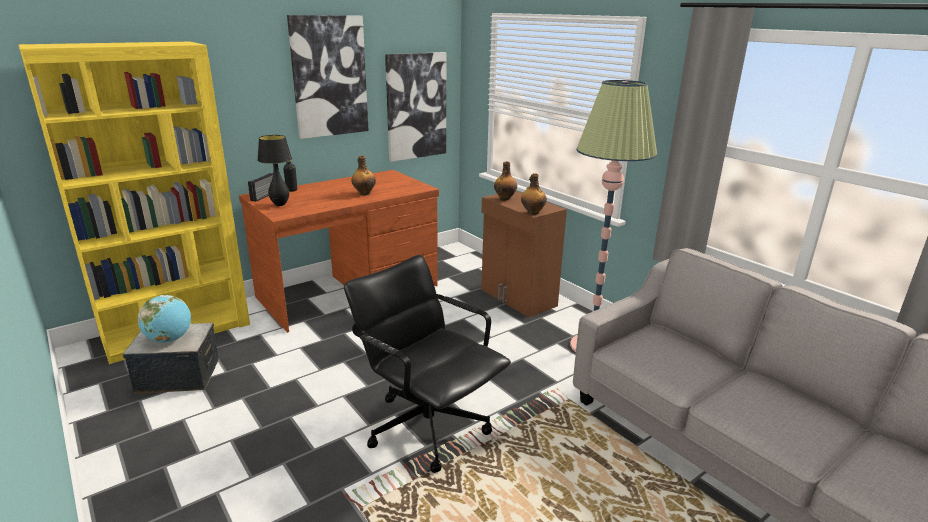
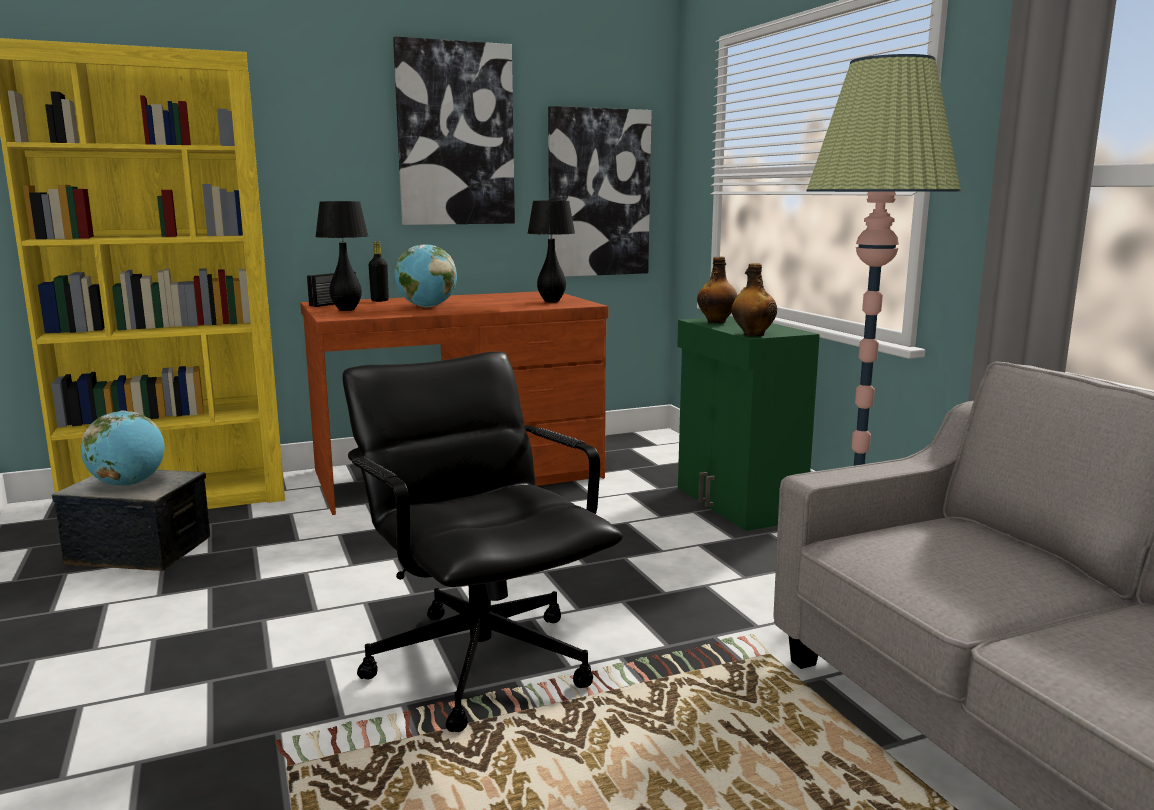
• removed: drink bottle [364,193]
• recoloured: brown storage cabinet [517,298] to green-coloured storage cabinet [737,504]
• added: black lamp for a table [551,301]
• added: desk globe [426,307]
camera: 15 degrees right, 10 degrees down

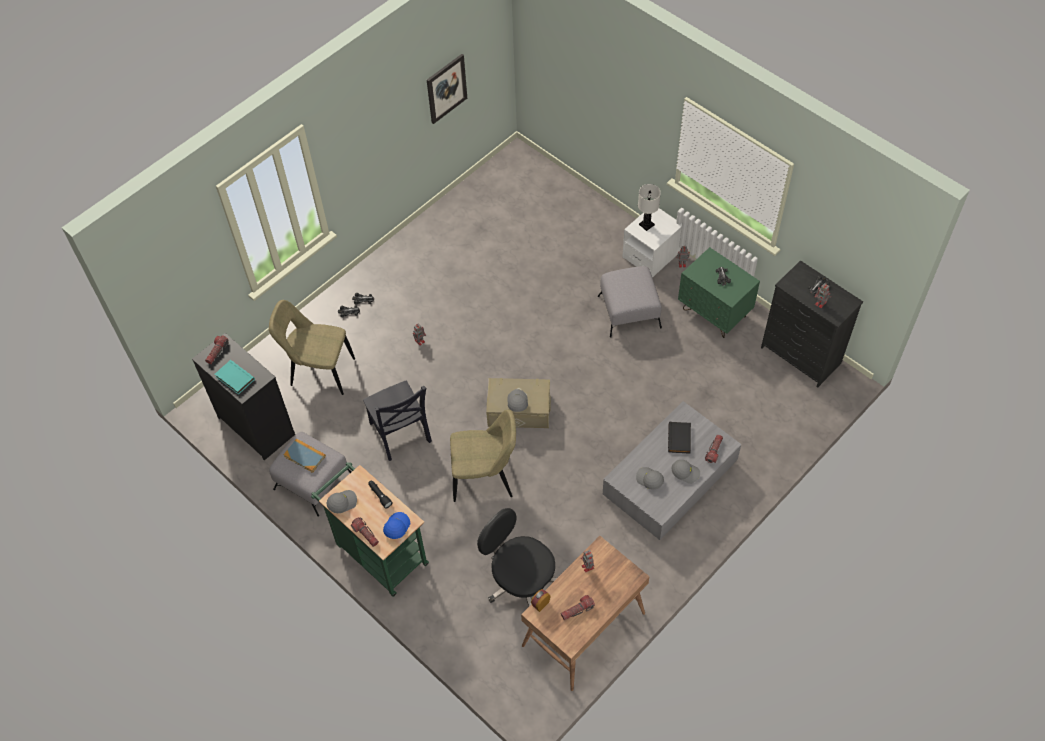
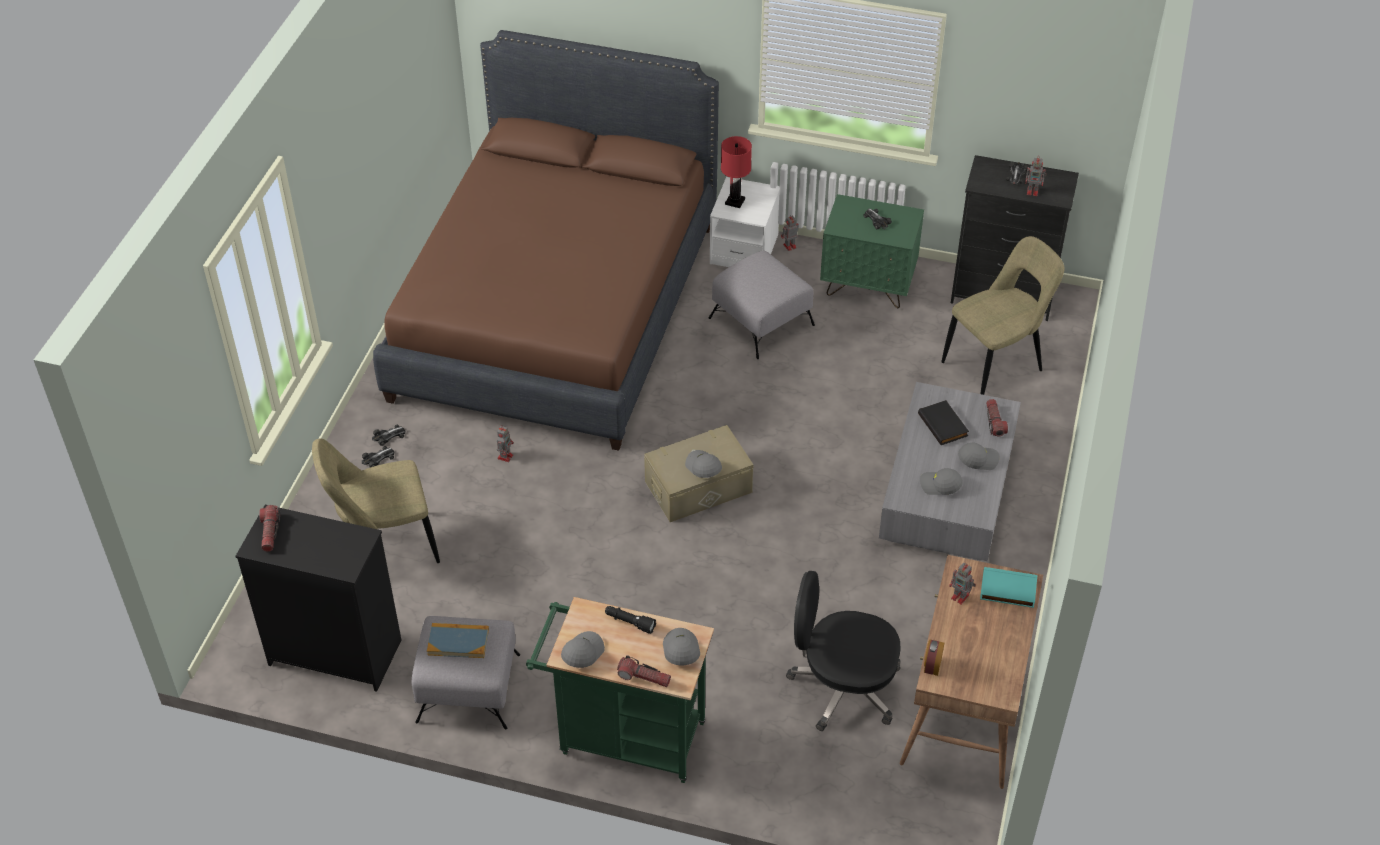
• removed: picture [446,88]
• recoloured: white lamp for a table [646,225] to red-coloured lamp for a table [735,202]
• moved: blue-green volume [234,378] to [1007,590]
• removed: black upright chair [401,434]
• moved: beige upright chair [485,479] to [996,365]
• recoloured: blue cap [396,527] to grey cap [680,650]
• removed: hand torch [577,610]
• added: brown bed [557,310]
camera: 30 degrees left, 10 degrees down

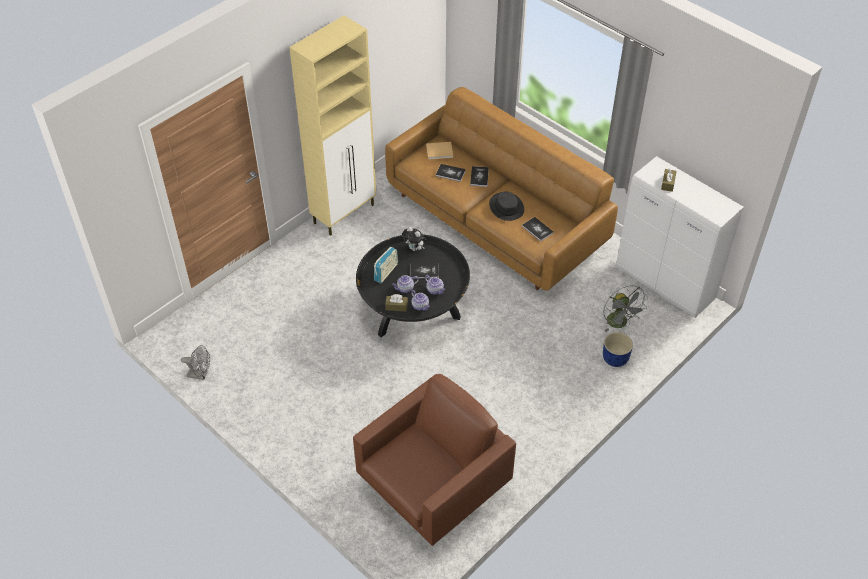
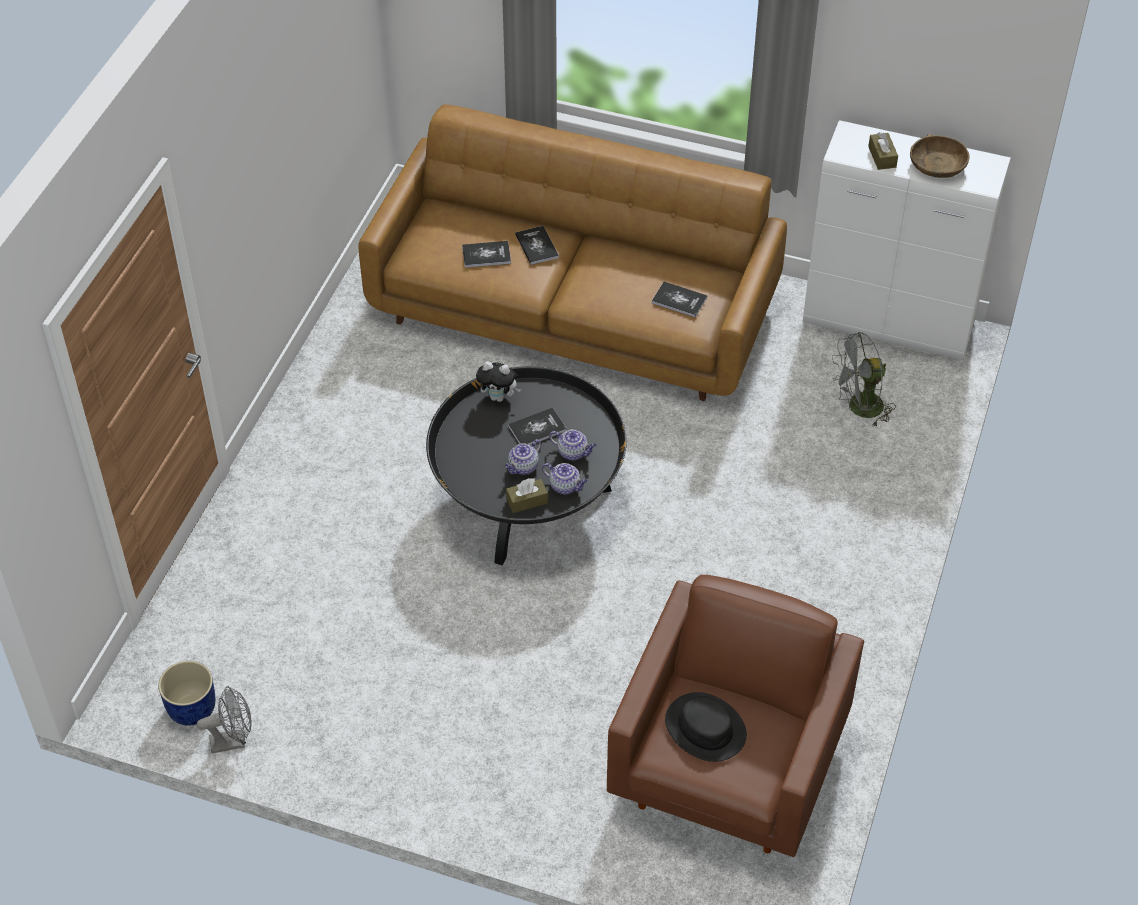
• removed: beige storage cabinet [344,213]
• removed: beige volume [440,151]
• moved: black clothing hat [506,207] to [705,728]
• removed: radio receiver [386,272]
• turned: grey electric fan [620,324] = [859,409] 120 degrees clockwise
• moved: blue flower pot [615,358] to [193,709]
• added: brown bowl [937,164]
camera: 25 degrees left, 0 degrees up

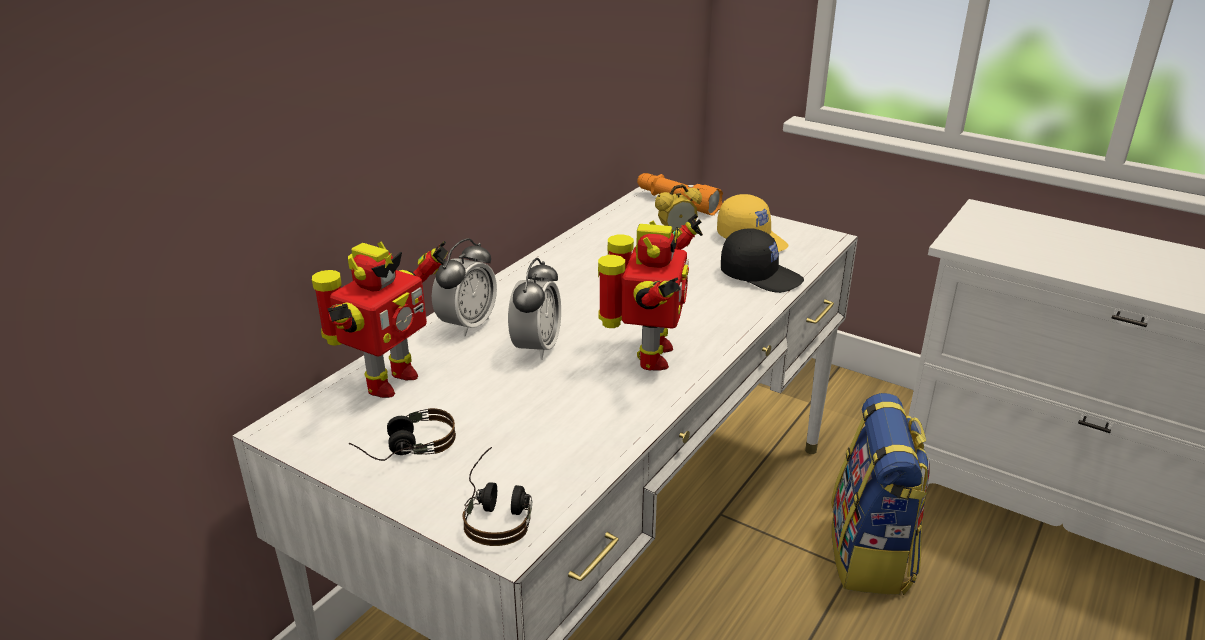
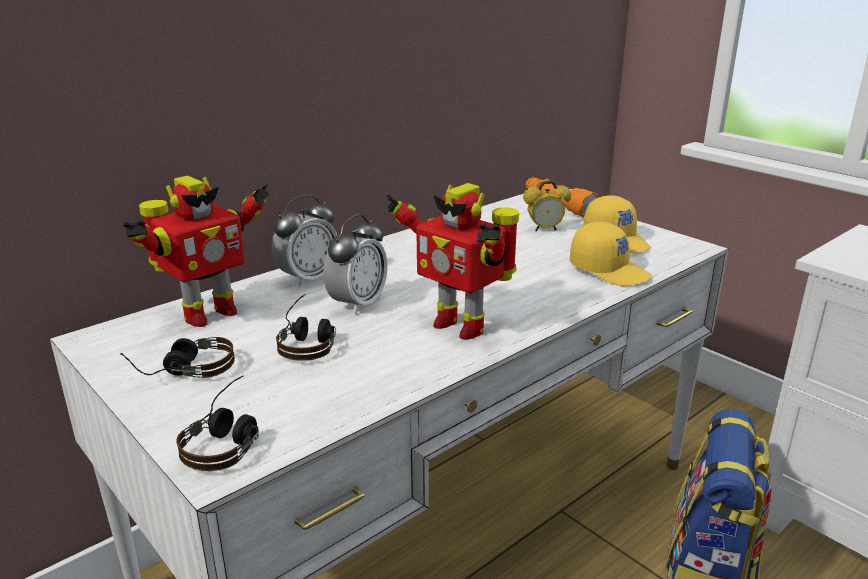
• turned: model robot [649,357] = [460,325] 105 degrees clockwise
• recoloured: black cap [761,276] to yellow cap [610,270]
• added: headphones [308,340]
camera: 15 degrees right, 5 degrees down

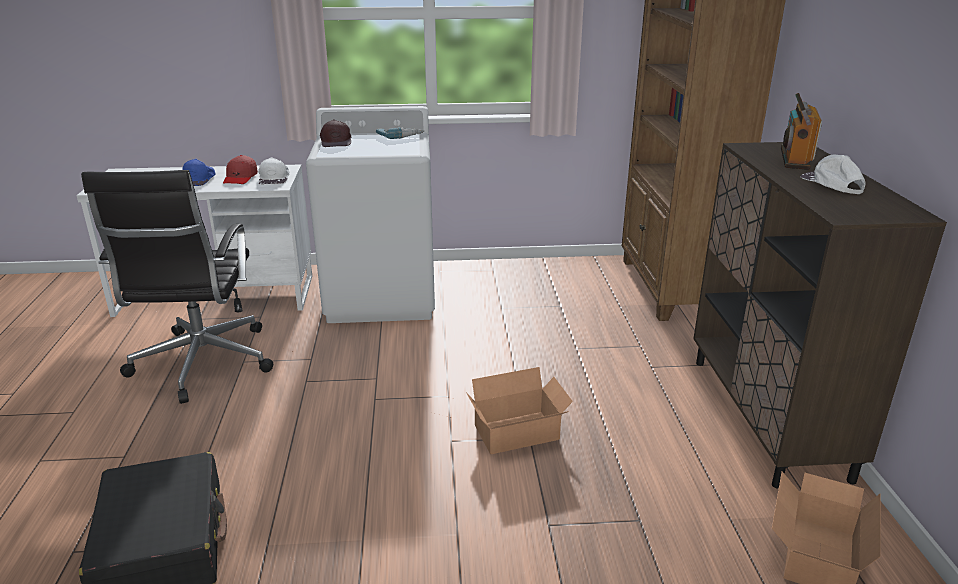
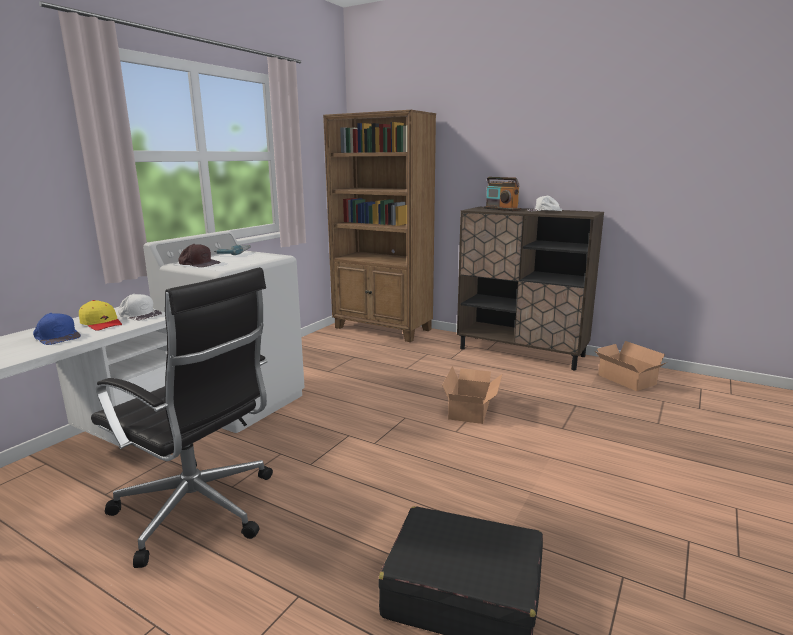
• recoloured: red-coloured cap [240,177] to yellow cap [101,323]
camera: 55 degrees left, 10 degrees down

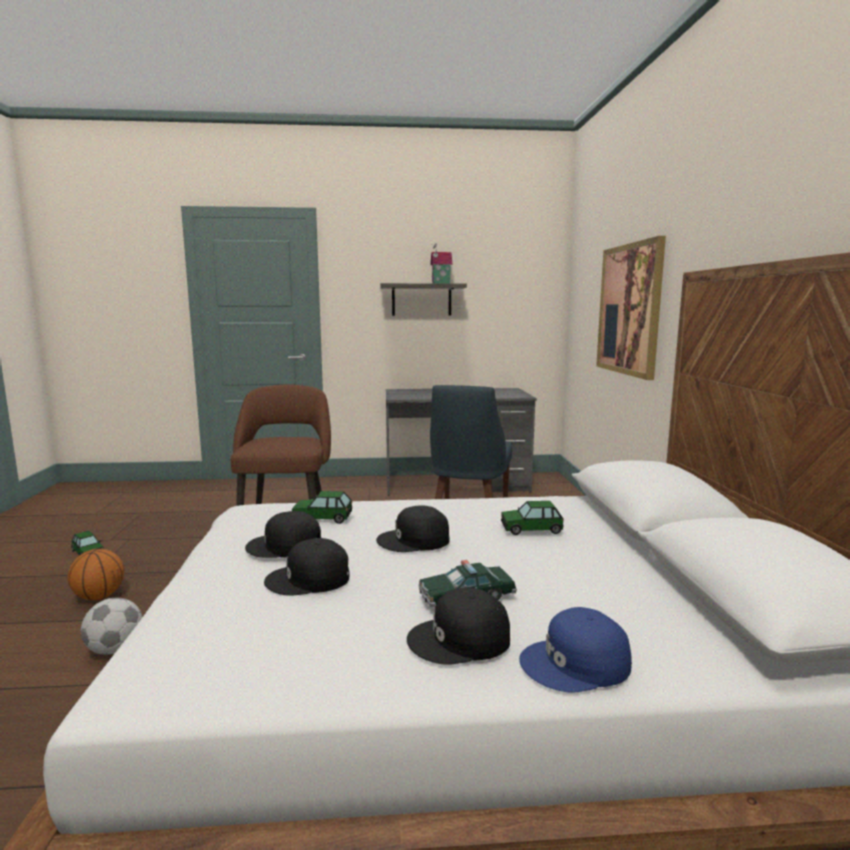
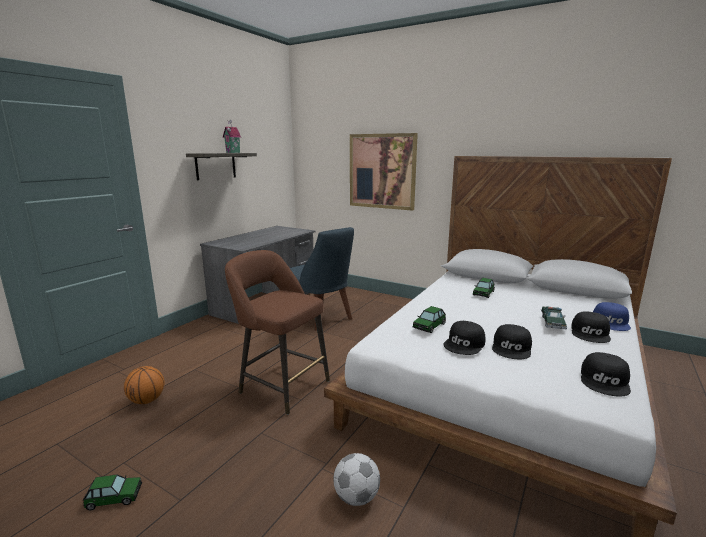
• moved: black cap [414,540] to [605,381]
• moved: basketball ball [99,596] to [147,400]
camera: 55 degrees left, 5 degrees up

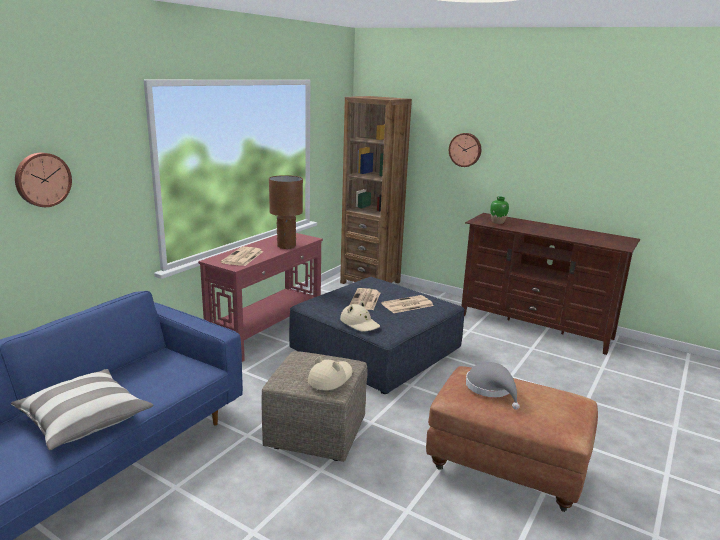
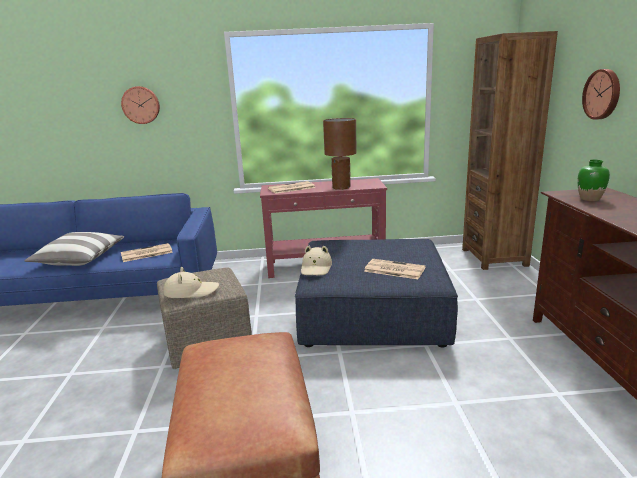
• moved: daily paper [365,300] to [146,253]
• removed: grey clothing hat [491,389]
camera: 55 degrees right, 0 degrees up

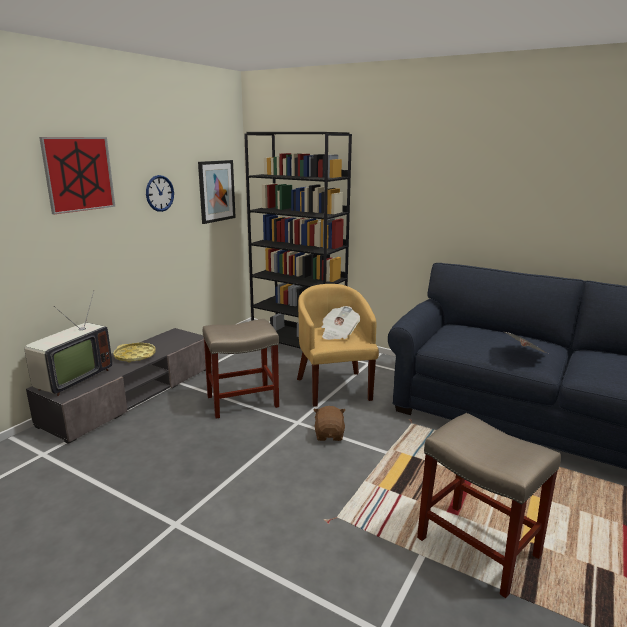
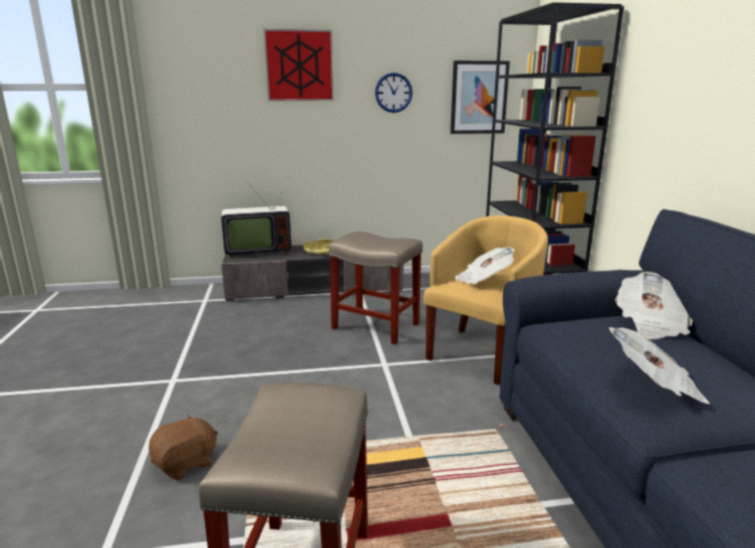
• moved: brown plush toy [329,435] to [186,463]
• added: daily paper [650,324]
camera: 50 degrees right, 0 degrees up

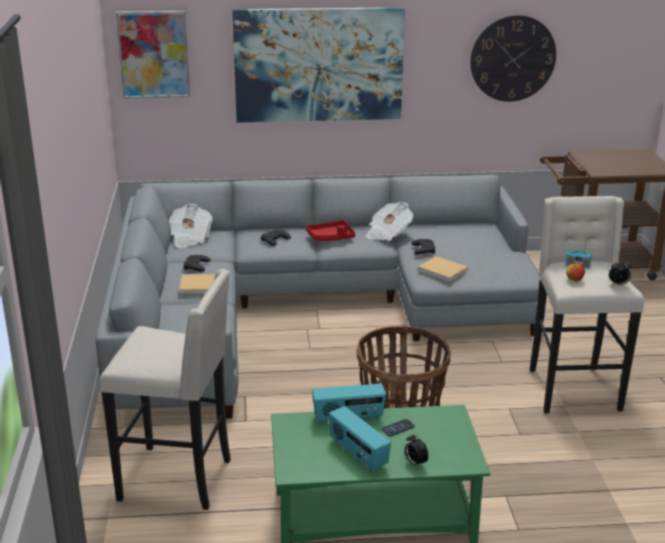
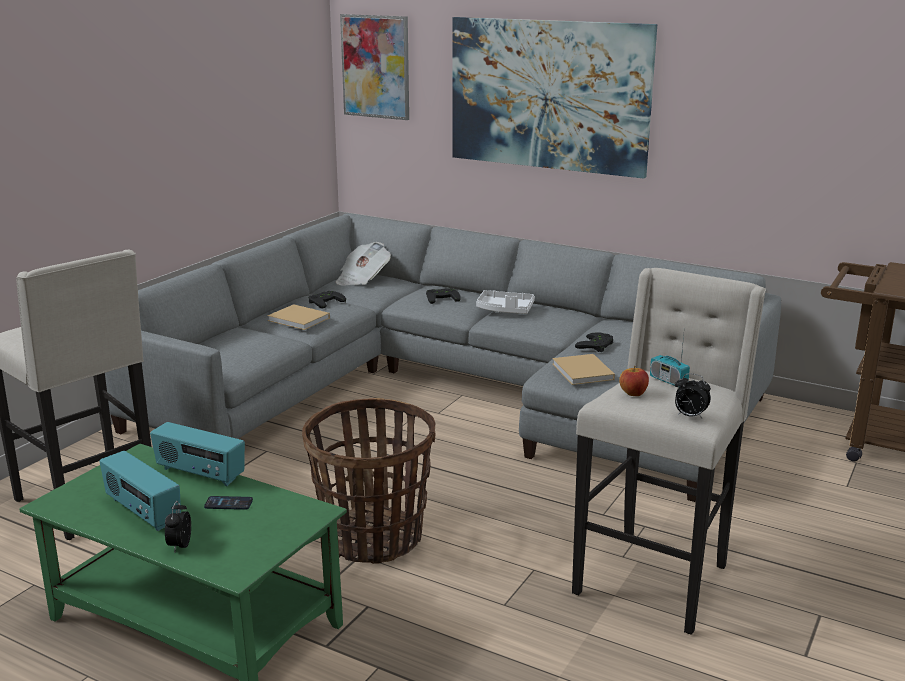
• removed: wall clock [513,58]
• removed: daily paper [388,233]
• recoloured: red-coloured tray [330,237] to white tray [505,310]
• turned: radio receiver [357,454] = [142,512] 45 degrees counterclockwise
camera: 35 degrees right, 5 degrees down

